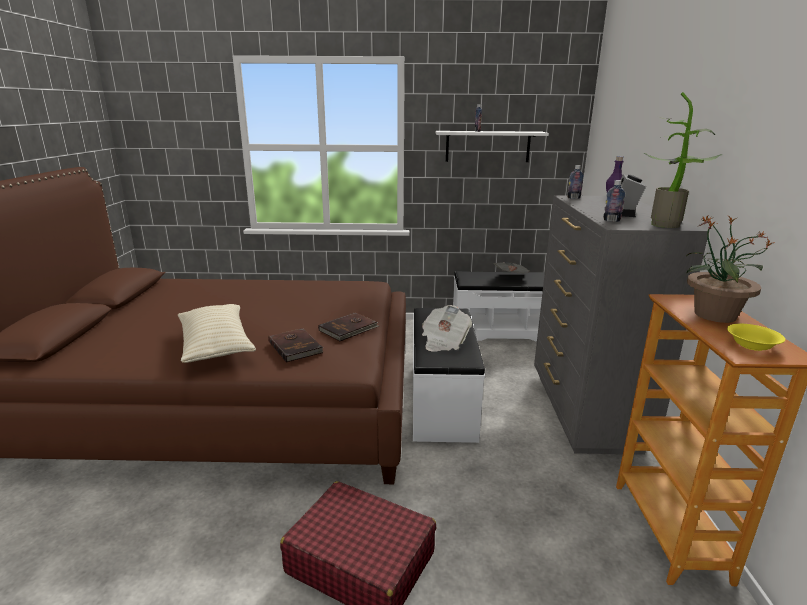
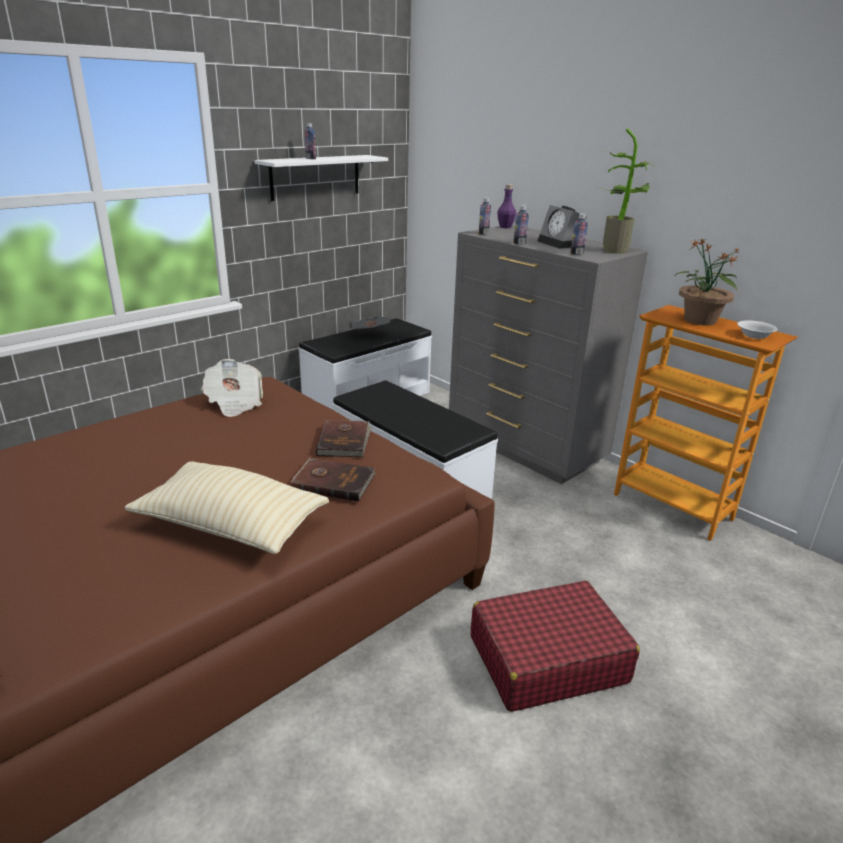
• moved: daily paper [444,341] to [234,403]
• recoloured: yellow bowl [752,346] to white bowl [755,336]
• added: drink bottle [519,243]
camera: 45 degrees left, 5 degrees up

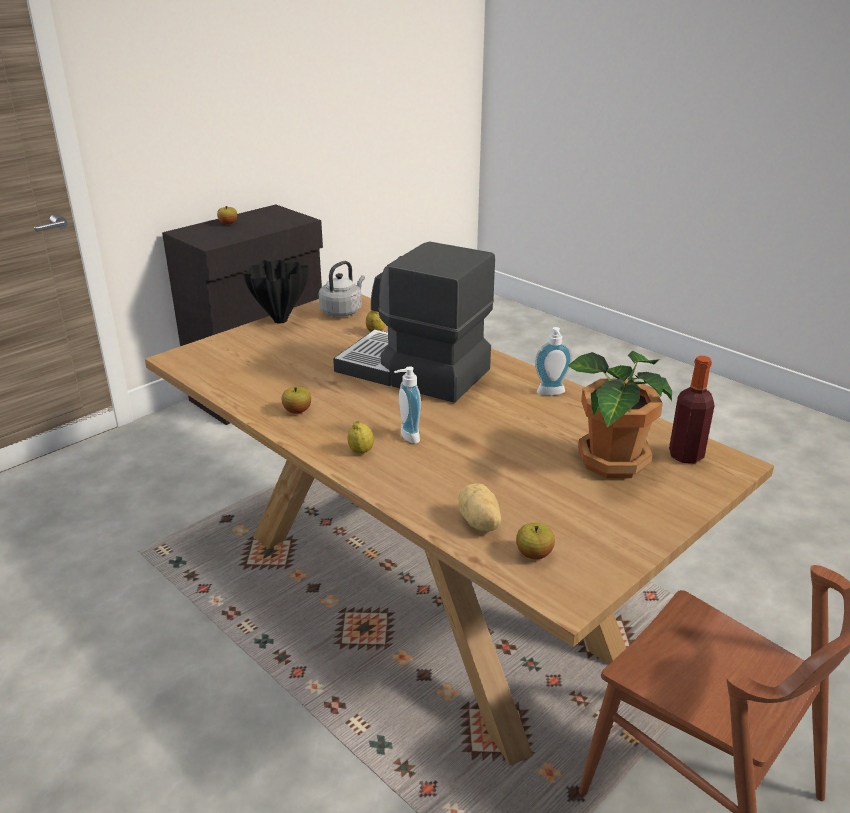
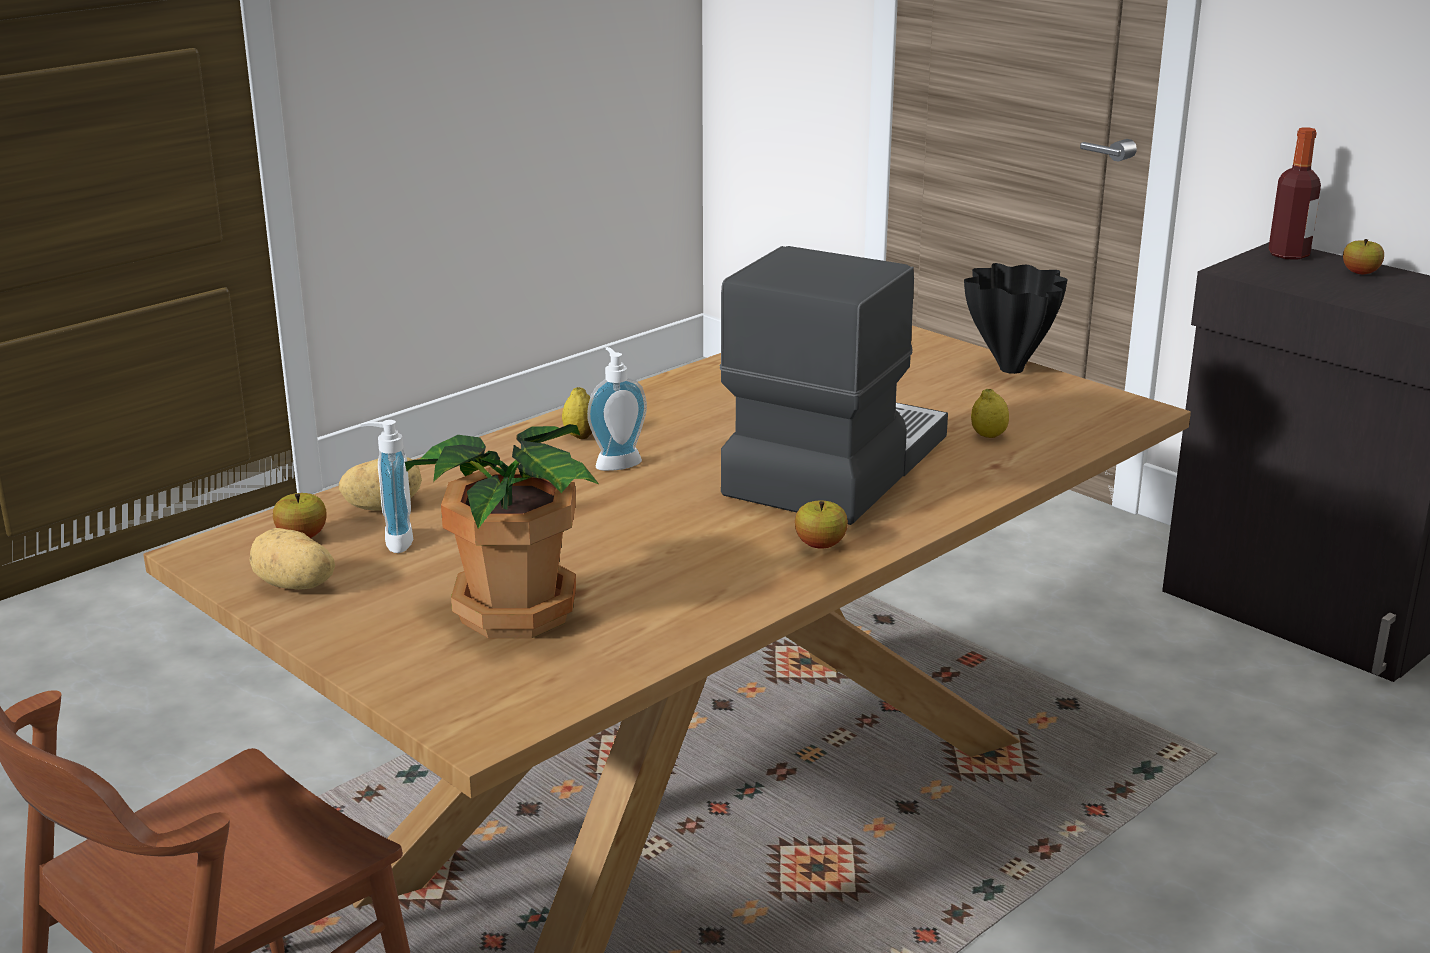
• removed: grey tea kettle [342,311]
• moved: liquid soap bottle [551,393] to [392,542]
• moved: drink bottle [685,455] to [1288,254]
• moved: apple [297,411] to [820,545]
• added: potato [294,586]
camera: 90 degrees right, 5 degrees down

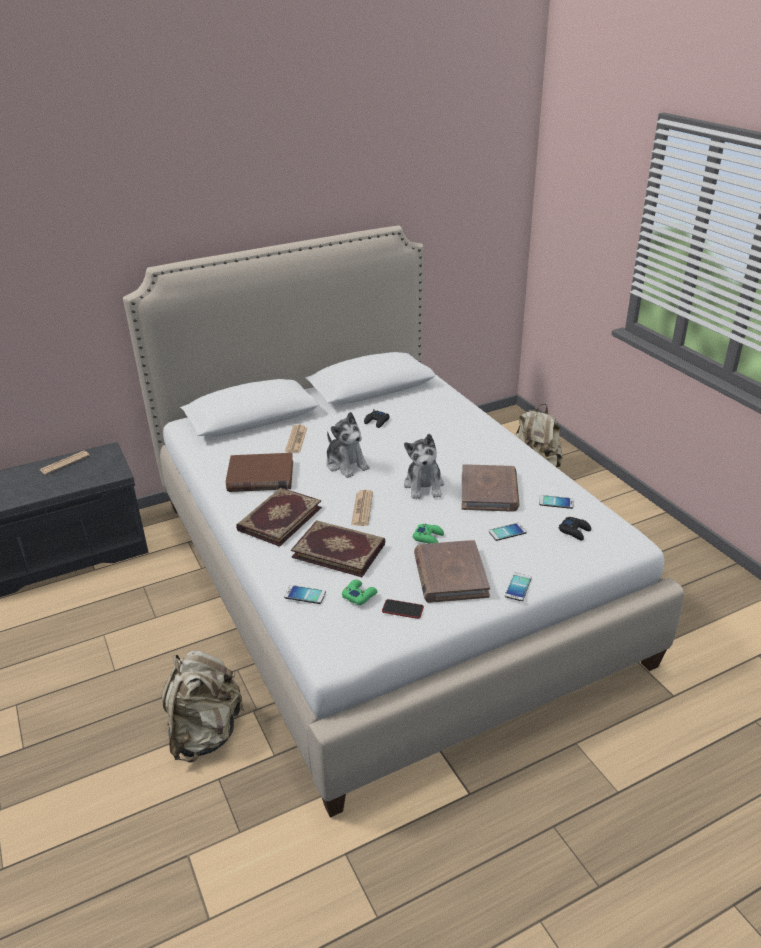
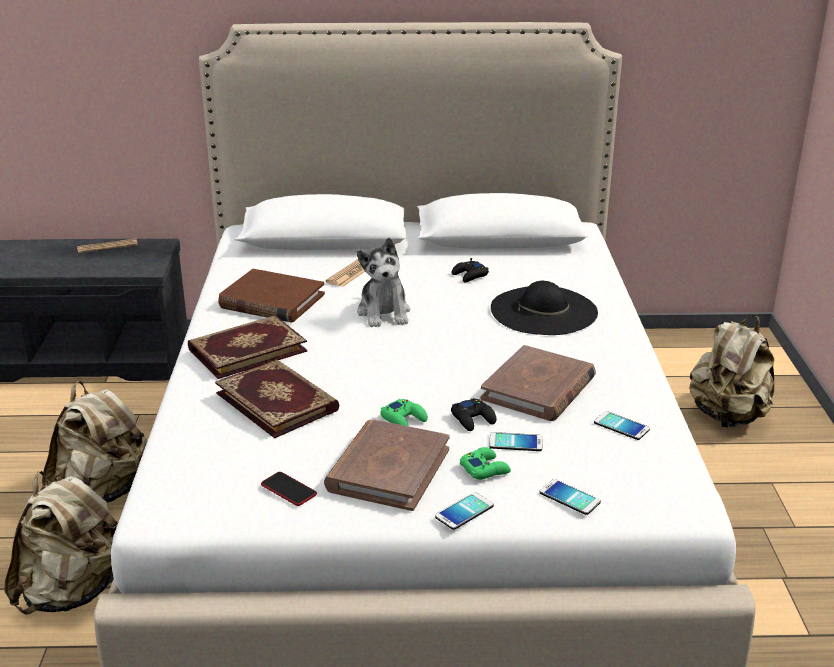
• removed: plush toy [424,486]
• removed: daily paper [362,509]
• moved: black gamepad [575,531] to [473,419]
• moved: green-coloured gamepad [359,595] to [485,469]
• moved: handset [305,595] to [569,497]
• added: black clothing hat [543,310]
• added: beige rucksack [104,492]
camera: 25 degrees right, 5 degrees down

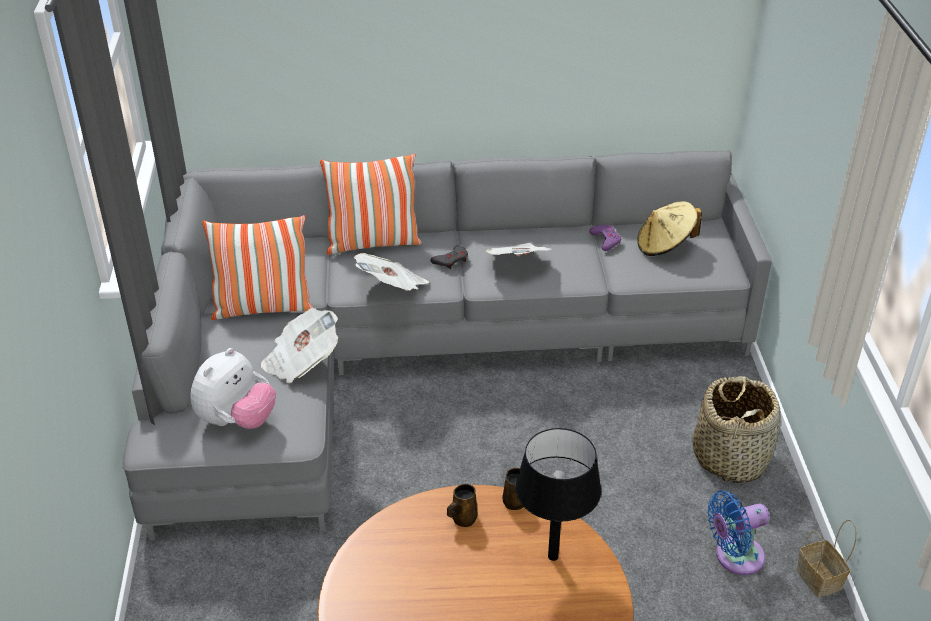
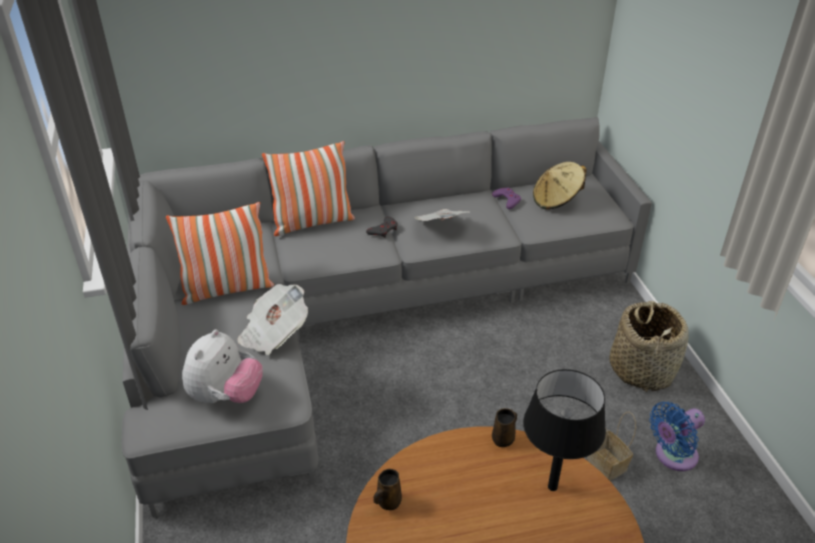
• removed: daily paper [392,287]
• moved: brown mug [463,519] to [388,502]
• moved: household basket [820,579] to [608,464]
camera: 10 degrees left, 0 degrees up

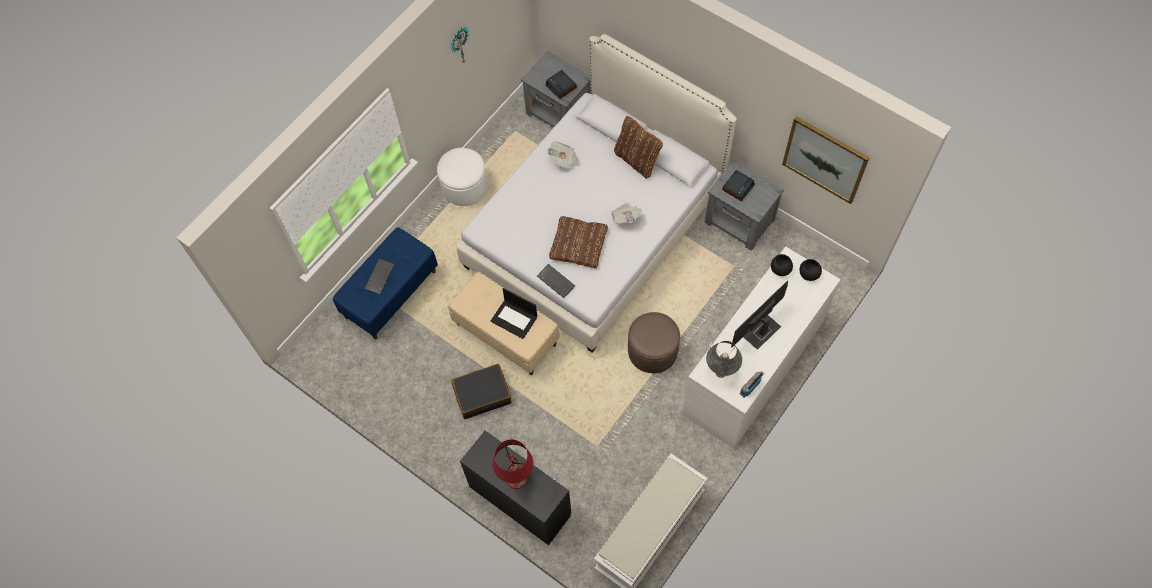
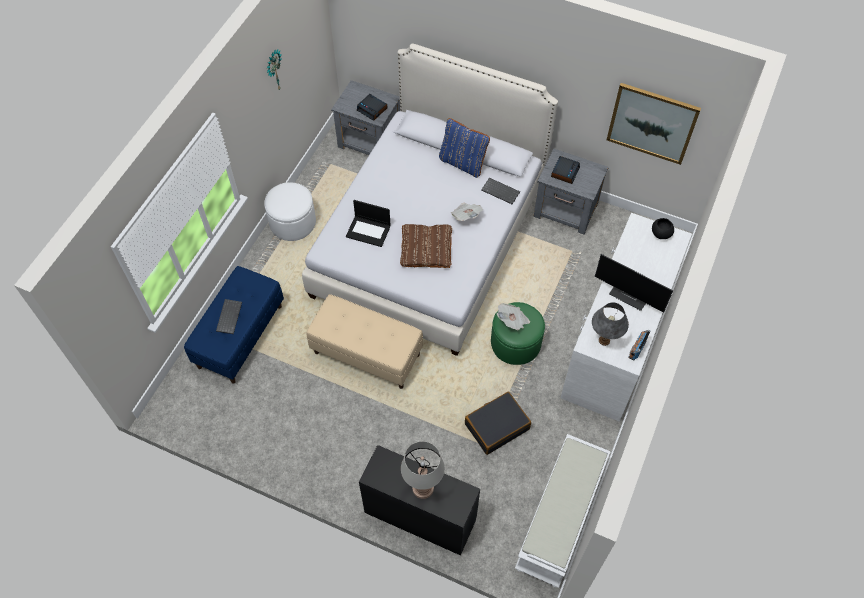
• recoloured: brown throw pillow [637,160] to blue throw pillow [463,162]
• moved: daily paper [564,160] to [512,321]
• removed: black bowl [780,268]
• moved: PC keyboard [556,281] to [501,191]
• turned: computer screen [760,331] = [630,295] 90 degrees counterclockwise
• moved: portable computer [514,319] to [369,231]
• recoloured: brown ottoman [652,350] to green-coloured ottoman [515,343]
• moved: black travel case [482,394] to [496,426]
• recoloured: red-coloured lamp for a table [516,479] to grey lamp for a table [423,488]
camera: 15 degrees left, 5 degrees down

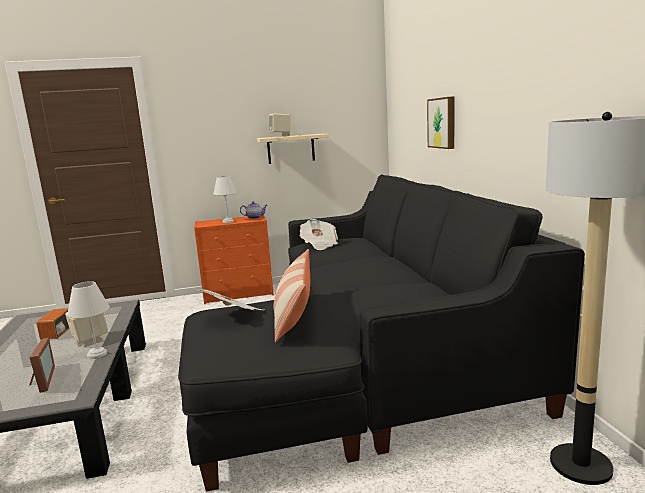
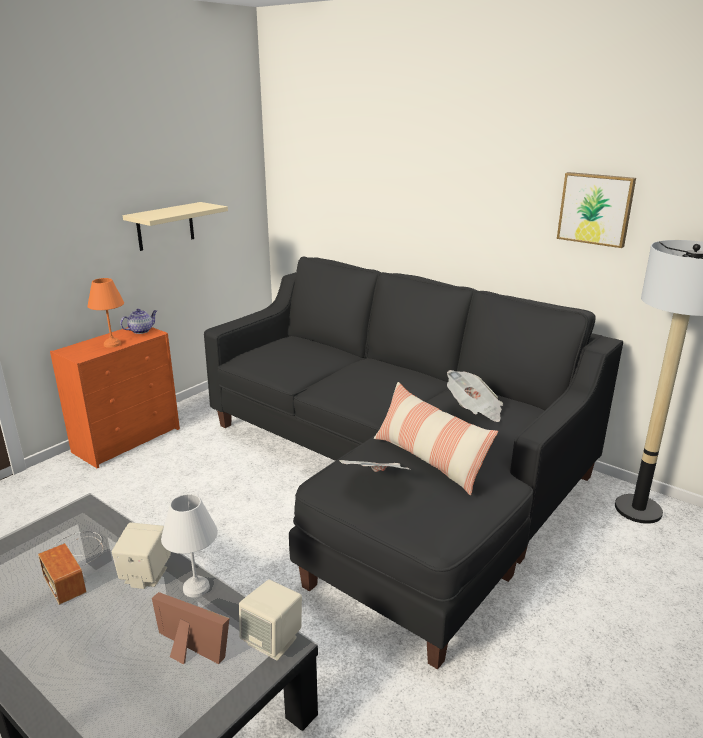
• moved: picture [443,123] to [596,209]
• moved: beige loudspeaker [281,136] to [273,641]
• recoloured: white lamp for a table [228,221] to orange-coloured lamp for a table [113,344]
• moved: daily paper [319,245] to [474,410]
camera: 40 degrees left, 10 degrees up

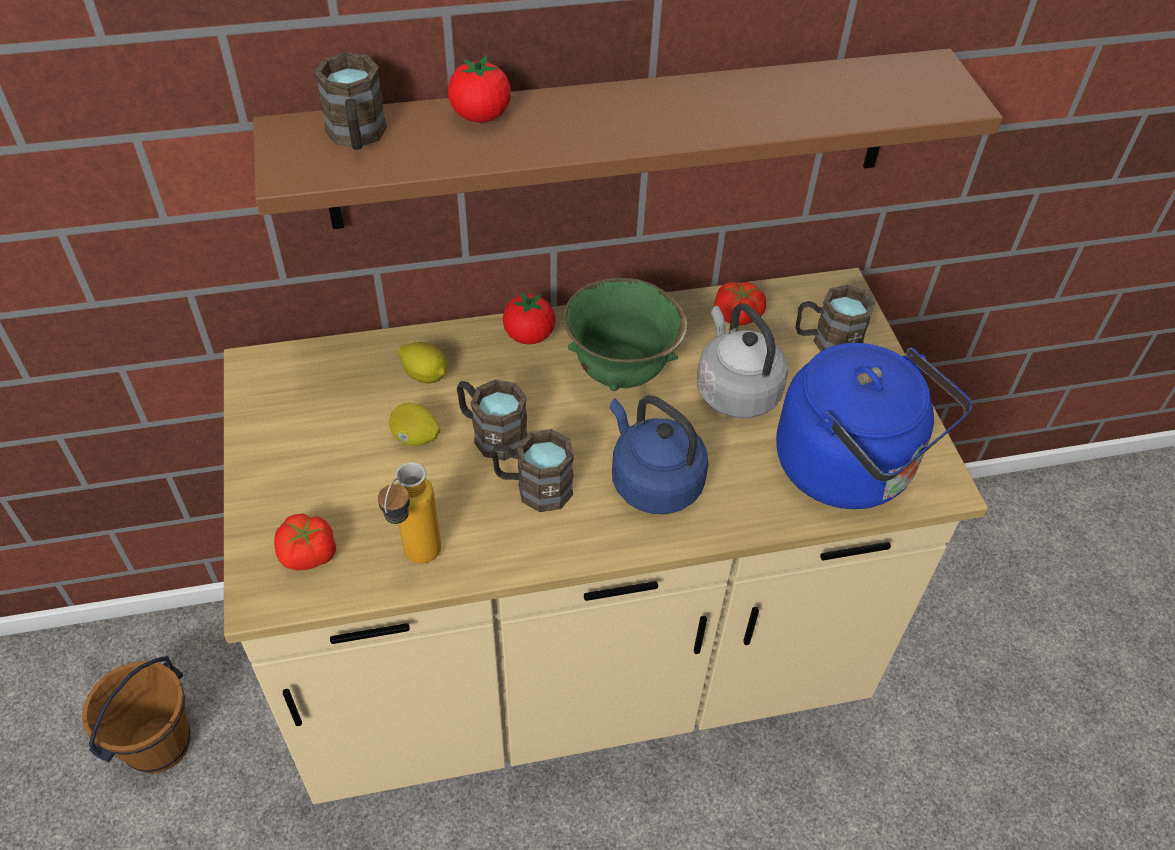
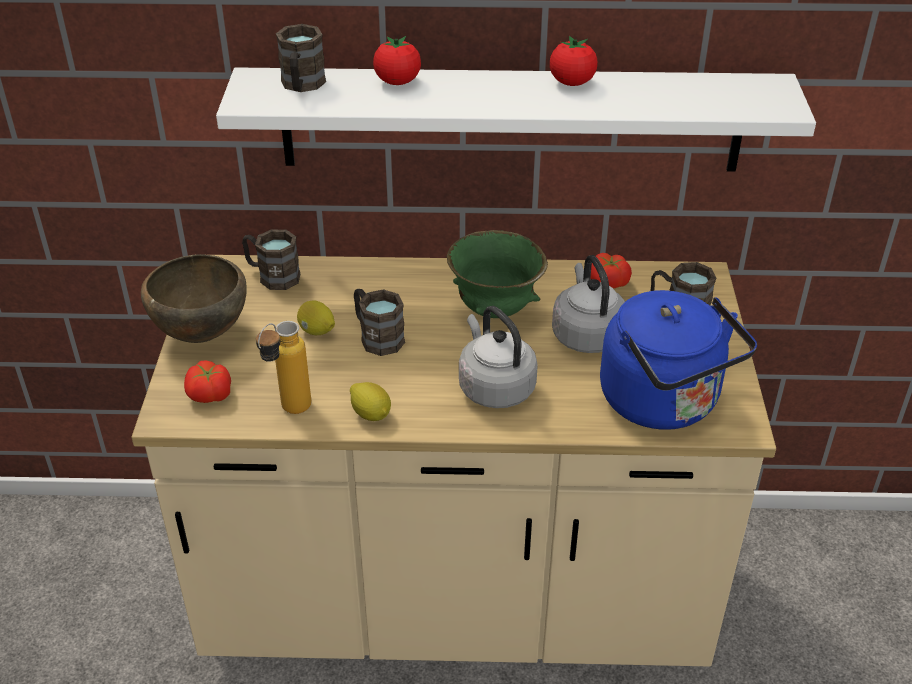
• recoloured: brown shelf [615,140] to white shelf [511,119]
• moved: tomato [529,336] to [572,83]
• moved: citrus fruit [425,375] to [371,414]
• recoloured: blue tea kettle [652,481] to grey tea kettle [494,387]
• moved: brown mug [533,487] to [272,276]
• removed: brown water bucket [158,744]
• added: brown bowl [201,335]
camera: 15 degrees right, 10 degrees down

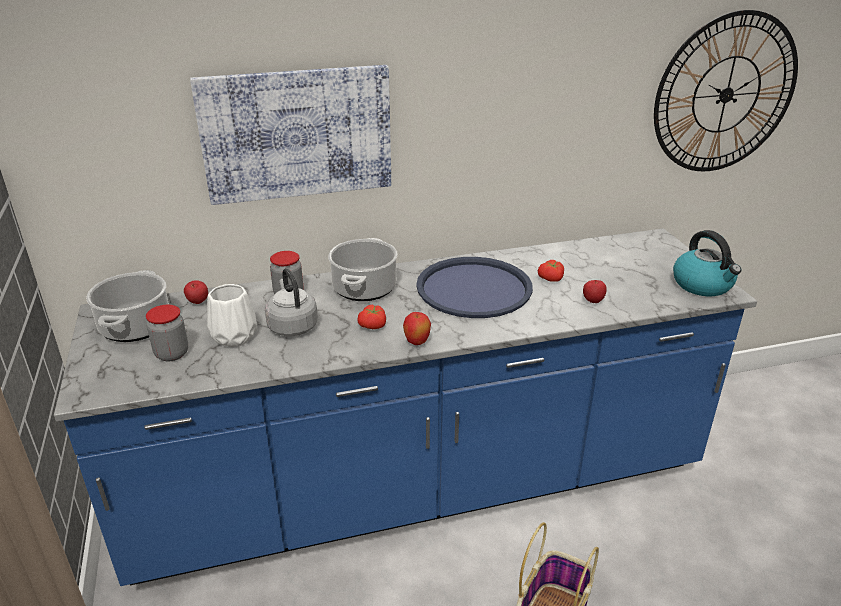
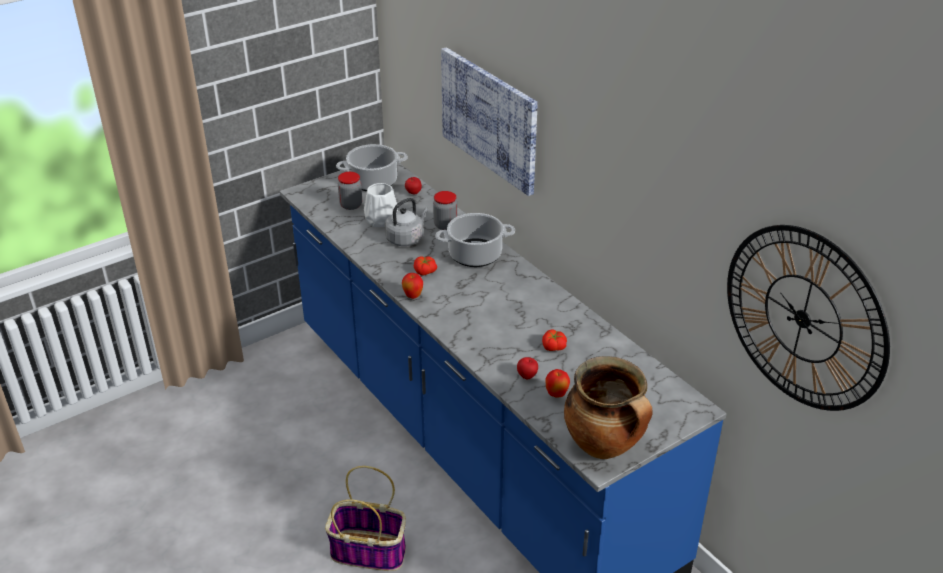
• replaced: tea kettle [703,285] to saucepot [605,446]
• removed: blue tray [474,288]
• added: apple [556,395]
camera: 70 degrees right, 5 degrees up

